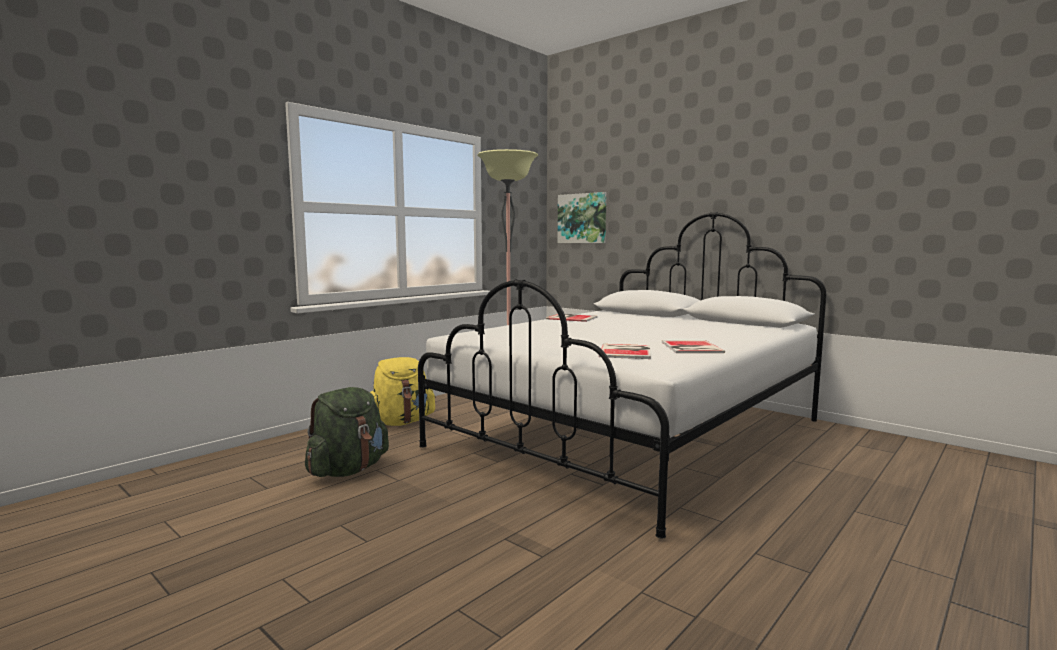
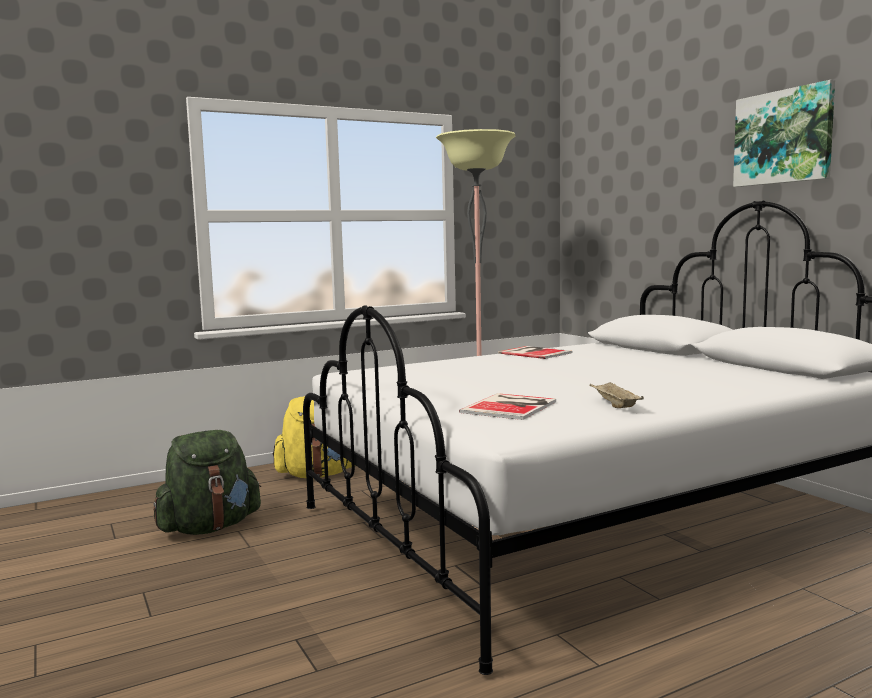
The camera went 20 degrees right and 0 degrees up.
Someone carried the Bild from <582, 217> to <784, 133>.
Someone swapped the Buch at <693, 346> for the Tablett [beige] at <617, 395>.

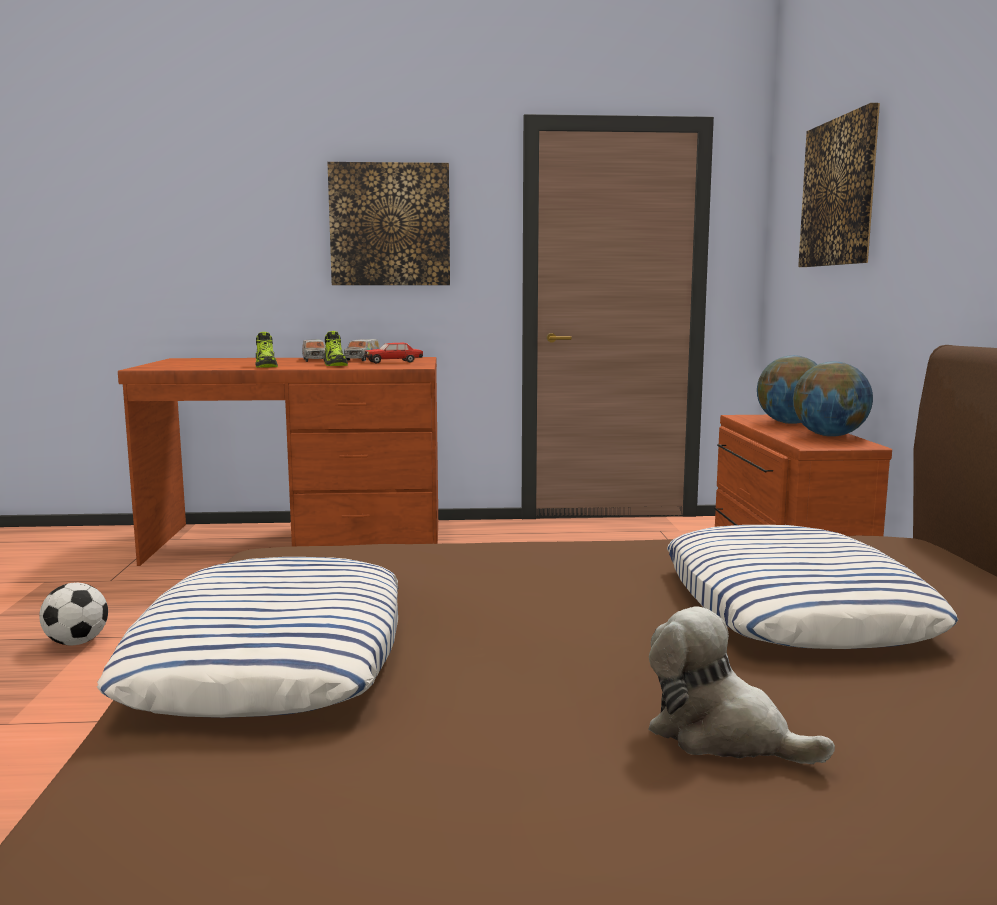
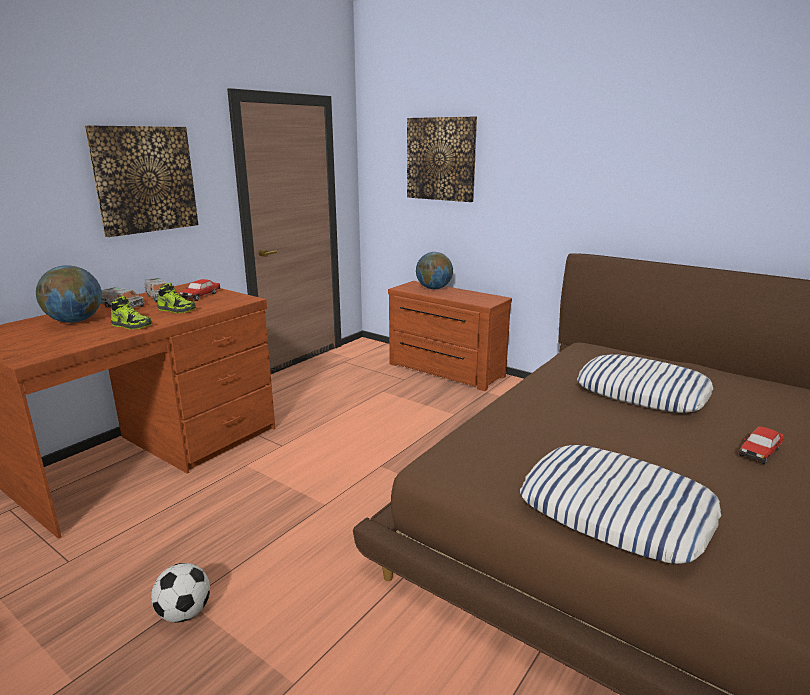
The camera went 50 degrees left and 10 degrees up.
Someone carried the Globus from <833, 399> to <69, 294>.
Someone swapped the Plüschtier at <741, 685> for the Spielzeugauto at <761, 445>.

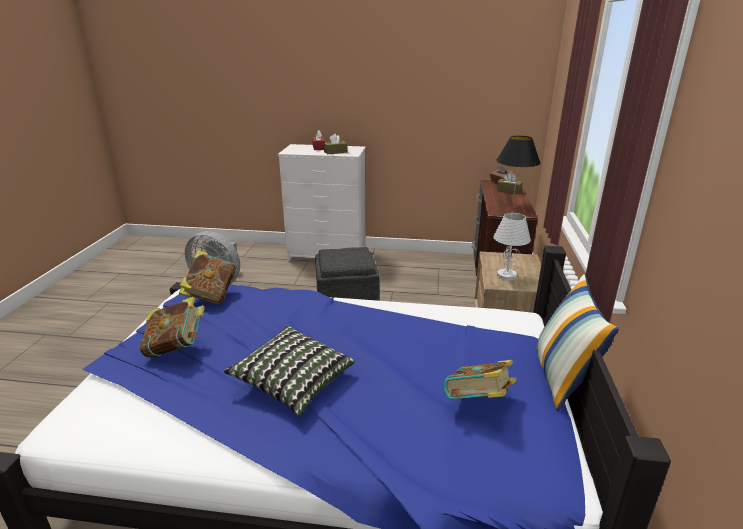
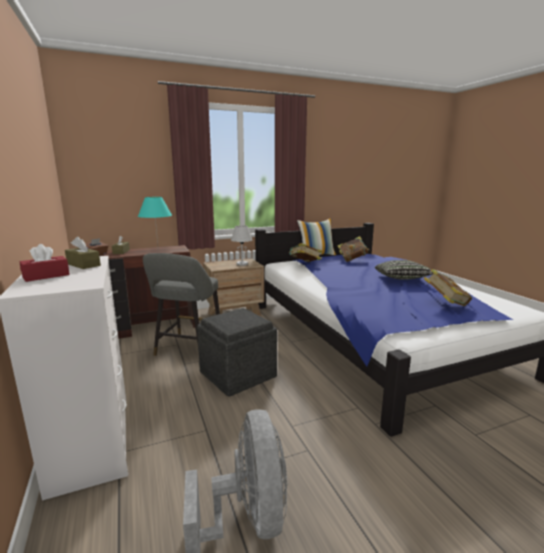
The camera went 120 degrees left and 10 degrees down.
Someone repainted the Tischlampe [schwarz] at <518, 168>, which became the Tischlampe [türkis] at <155, 220>.
Someone carried the Buch from <207, 277> to <305, 252>.
Someone put down the Hocker [grau] at <181, 304>.

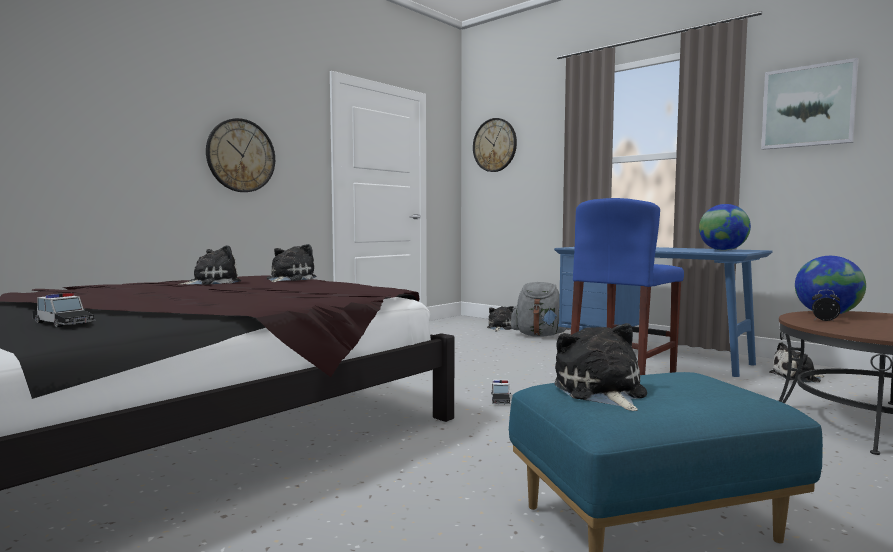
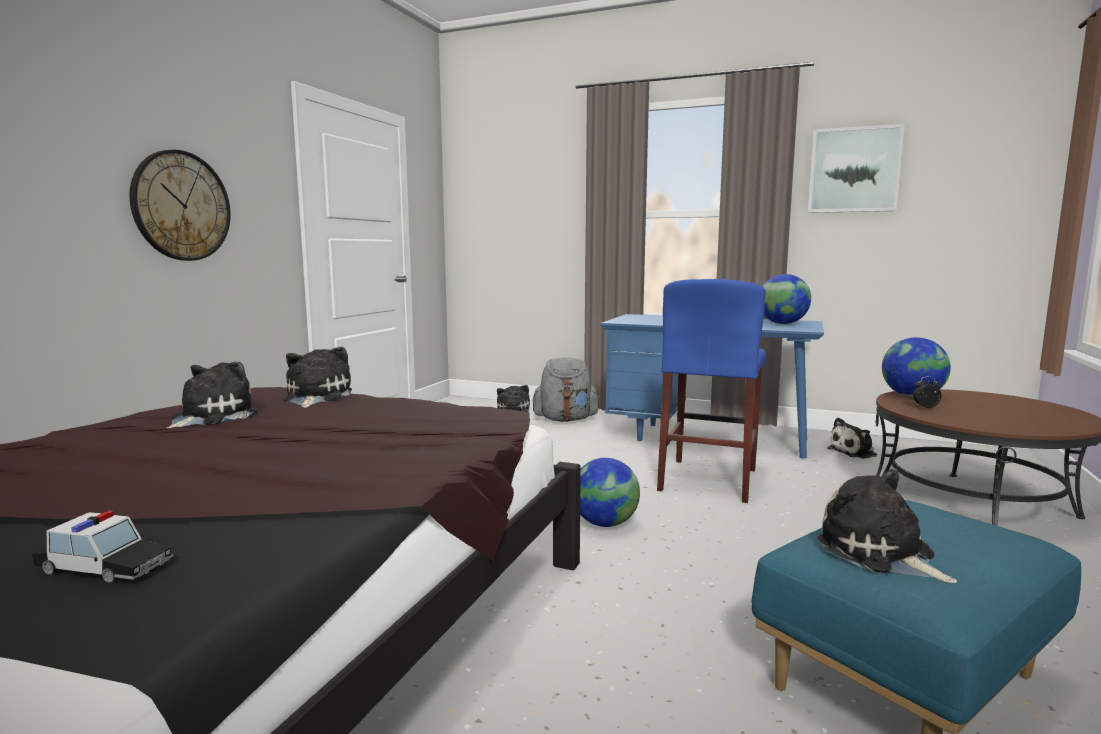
The camera went 20 degrees left and 5 degrees up.
Someone took away the Wanduhr at <495, 145>.
Someone swapped the Spielzeugauto at <501, 392> for the Globus at <610, 492>.

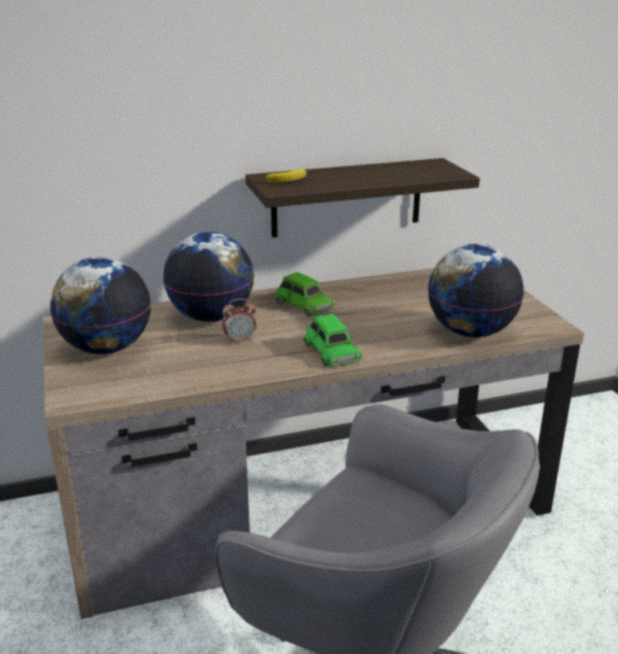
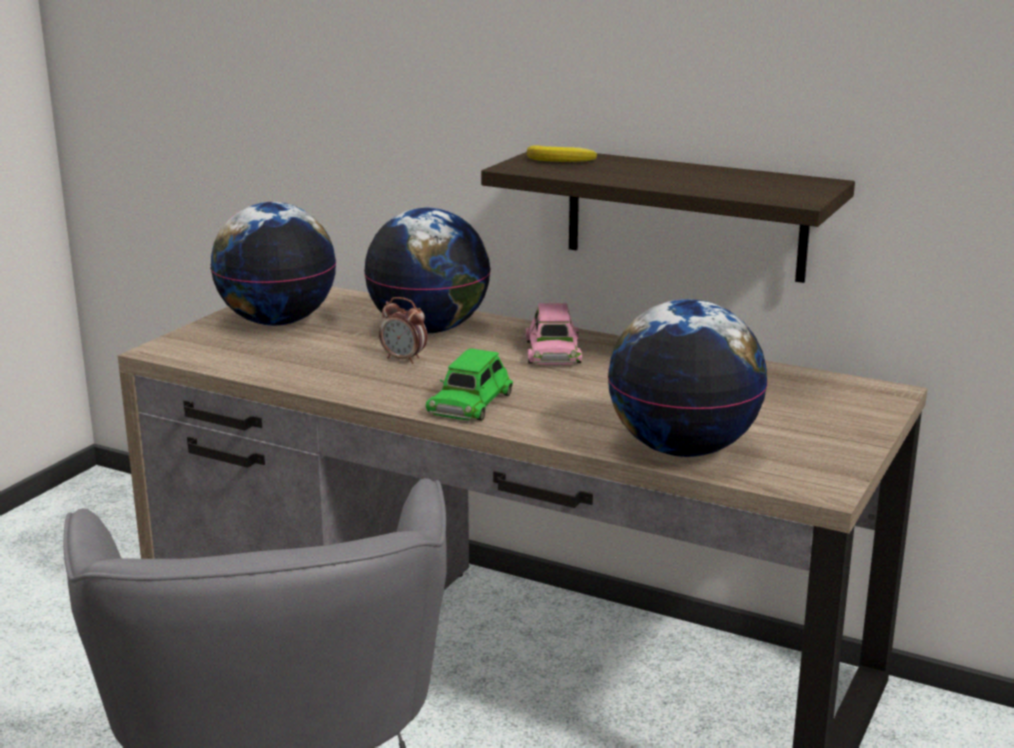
The camera went 45 degrees right and 5 degrees down.
Someone repainted the Spielzeugauto [grün] at <305, 294>, which became the Spielzeugauto [rosa] at <553, 334>.

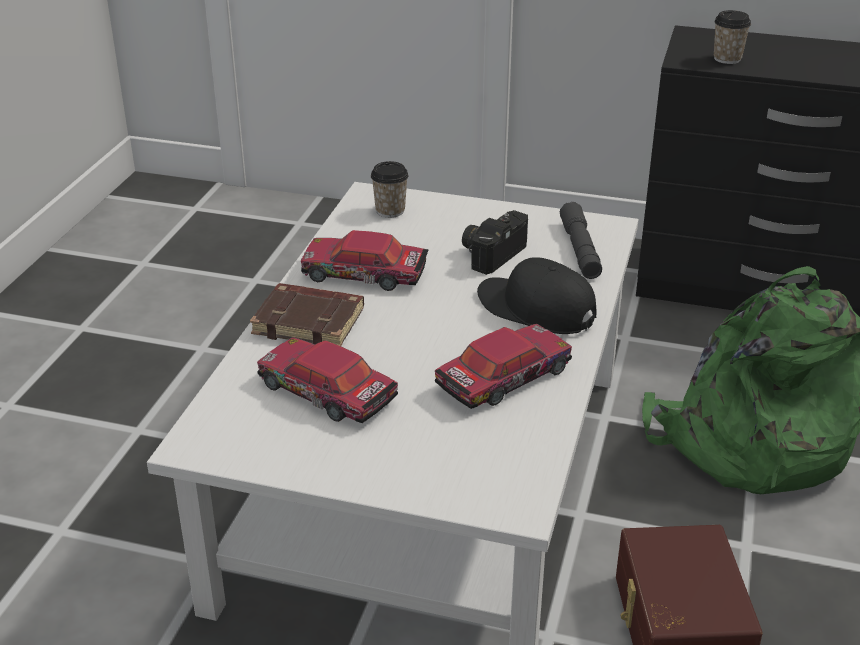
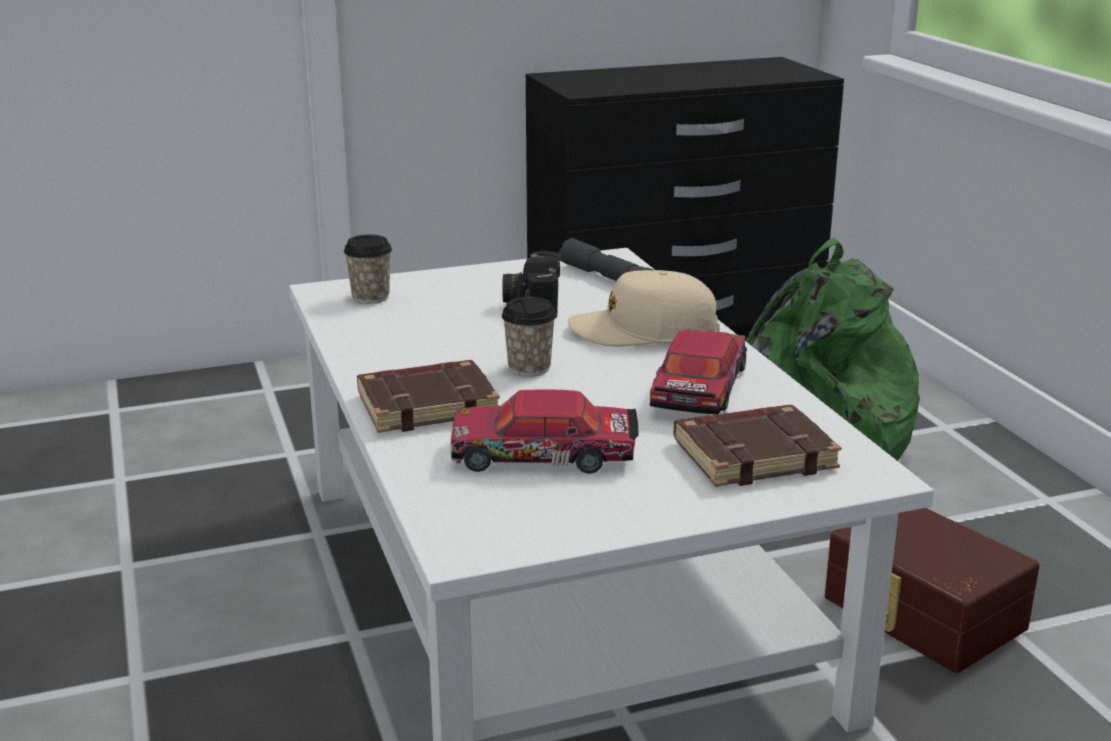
The camera went 35 degrees left and 10 degrees down.
Someone carried the Tasse from <732, 37> to <529, 337>.
Someone took away the Spielzeugauto at <365, 260>.
Someone repainted the Kappe [schwarz] at <537, 295>, which became the Kappe [beige] at <643, 308>.
Someone put down the Buch [braun] at <758, 446>.

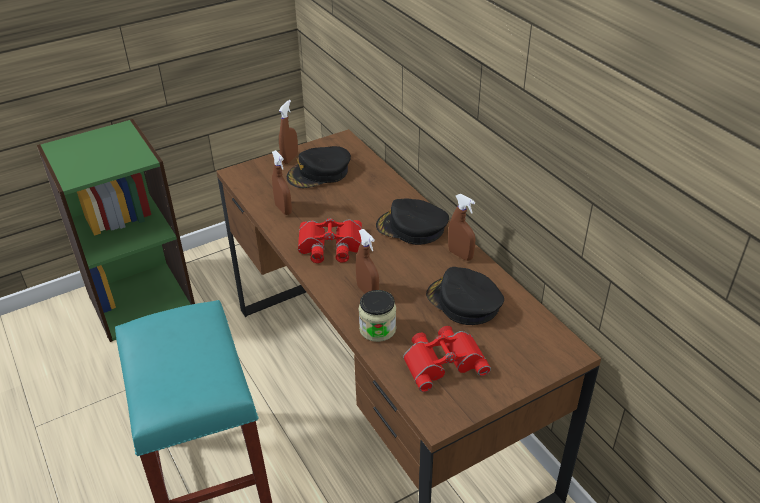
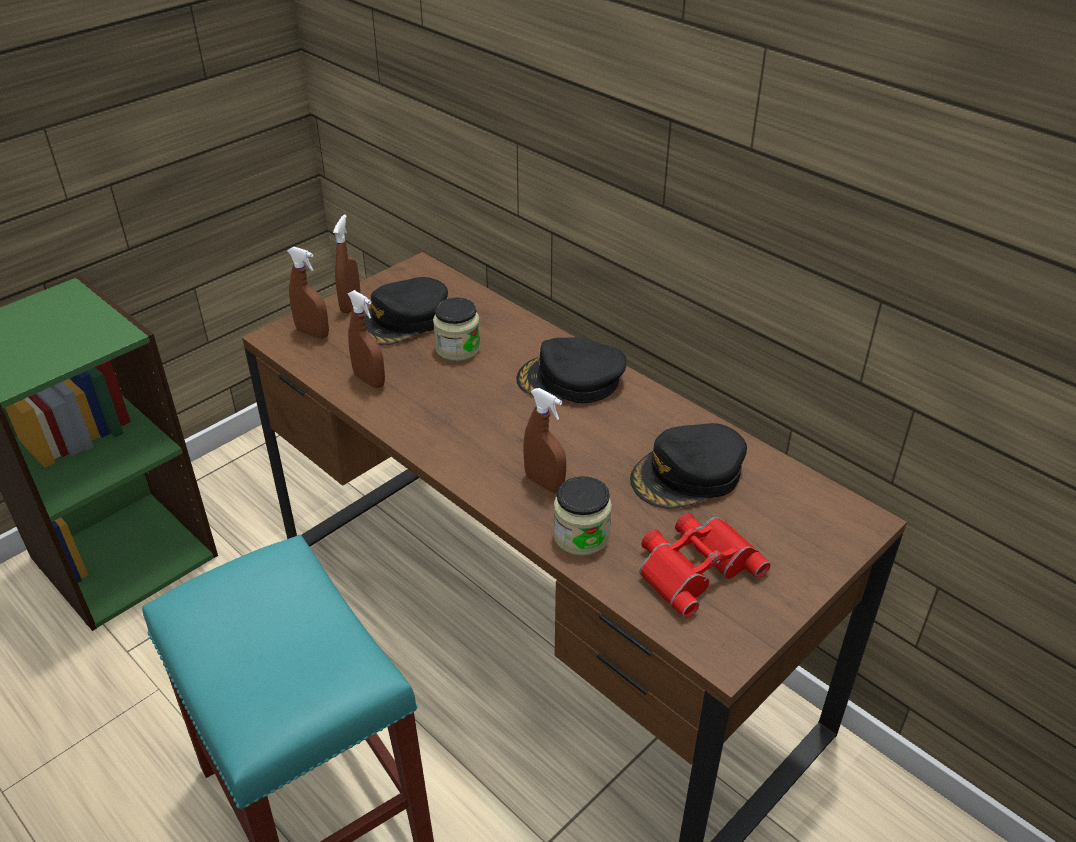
The camera went 15 degrees left and 0 degrees up.
Someone carried the Sprühflasche [braun] from <461, 227> to <308, 292>.
Someone took away the Fernglas [rot] at <330, 240>.
Someone rotated the Kappe [schwarz] at <465, 296> by 60 degrees counterclockwise.
Someone put down the Vorratsglas at <457, 329>.

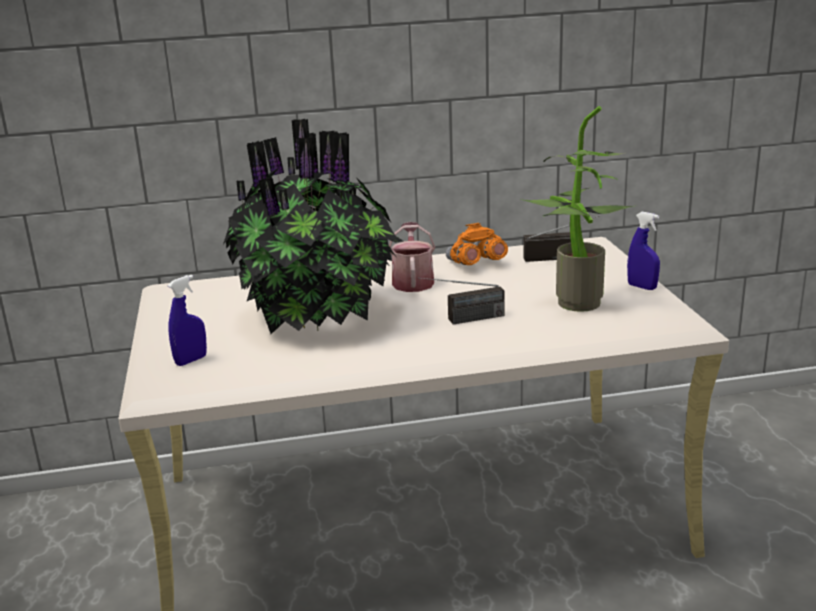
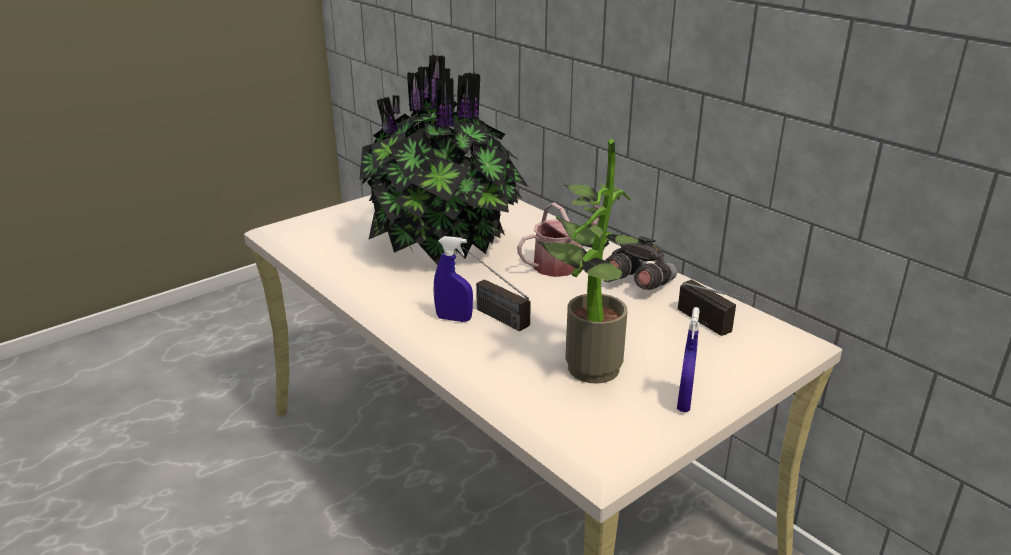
The camera went 60 degrees right and 5 degrees up.
Someone repainted the Fernglas [orange] at <477, 244>, which became the Fernglas [grau] at <641, 263>.
Someone carried the Sprühflasche [blau] from <187, 320> to <453, 279>.

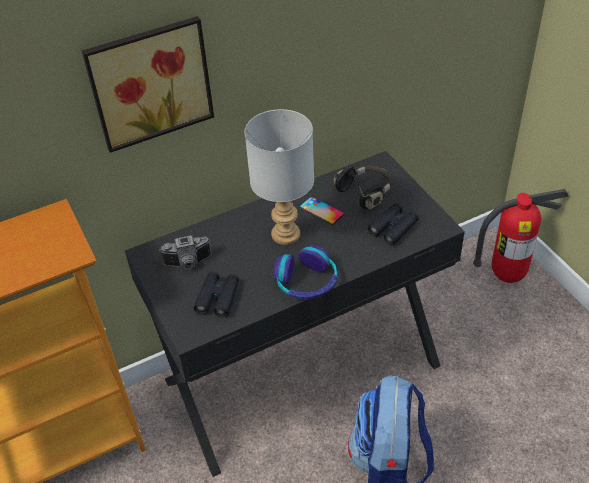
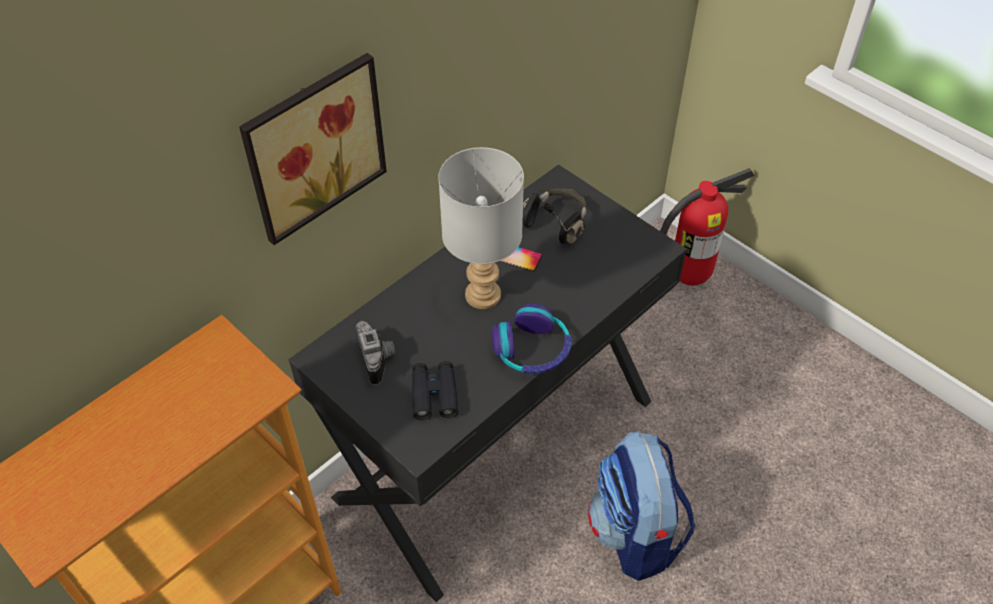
The camera went 20 degrees left and 5 degrees up.
Someone took away the Fernglas [schwarz] at <393, 224>.
Someone rotated the Kamera at <185, 252> by 75 degrees counterclockwise.

